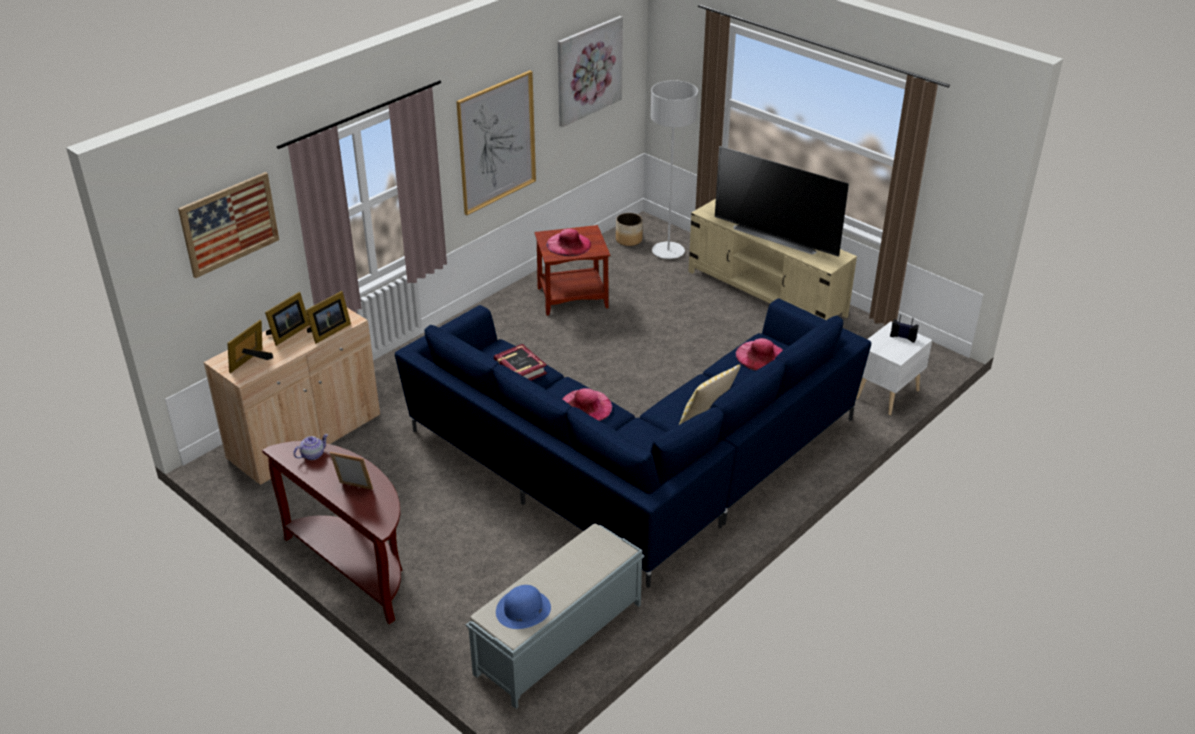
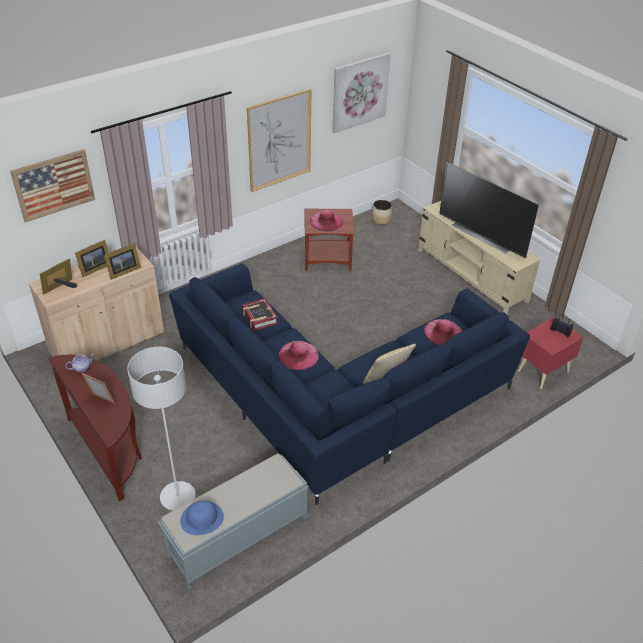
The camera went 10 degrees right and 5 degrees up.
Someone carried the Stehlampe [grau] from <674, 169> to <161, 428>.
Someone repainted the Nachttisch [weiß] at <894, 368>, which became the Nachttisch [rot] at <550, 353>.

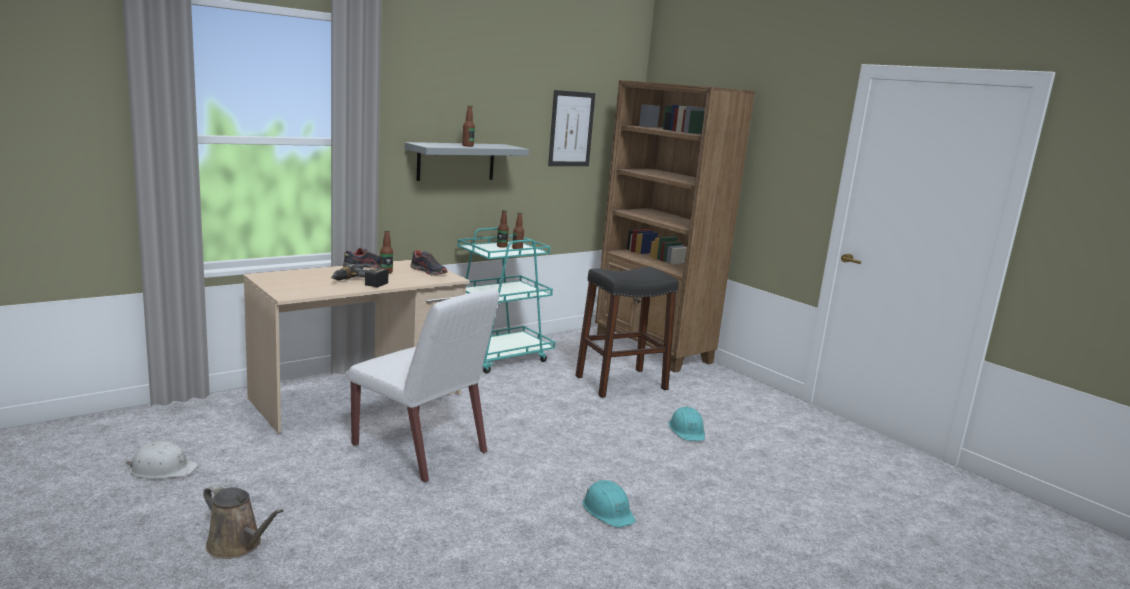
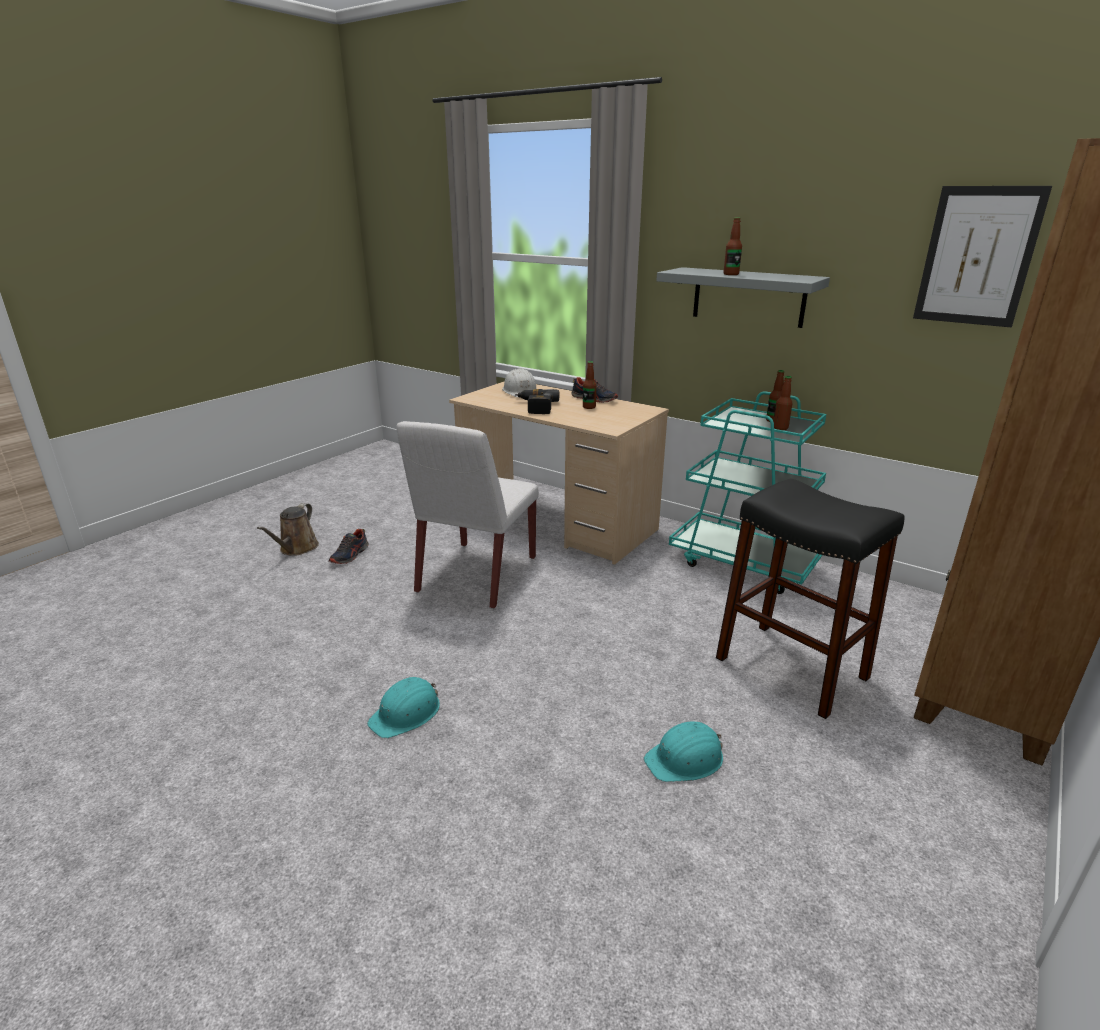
The camera went 75 degrees right and 10 degrees up.
Someone carried the Schuh from <429, 262> to <349, 546>.
Someone carried the Schutzhelm [weiß] from <162, 459> to <519, 383>.

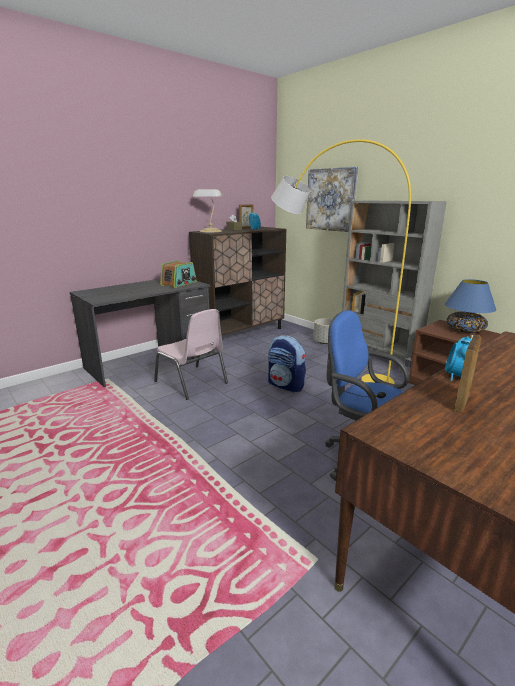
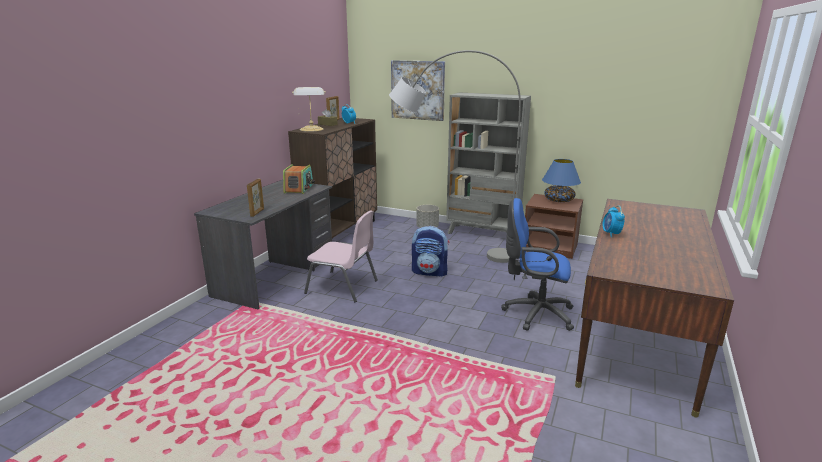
The camera went 25 degrees left and 0 degrees up.
Someone repainted the Stehlampe [gelb] at <341, 261>, which became the Stehlampe [grau] at <455, 156>.
Someone carried the Bilderrahmen from <467, 374> to <255, 198>.

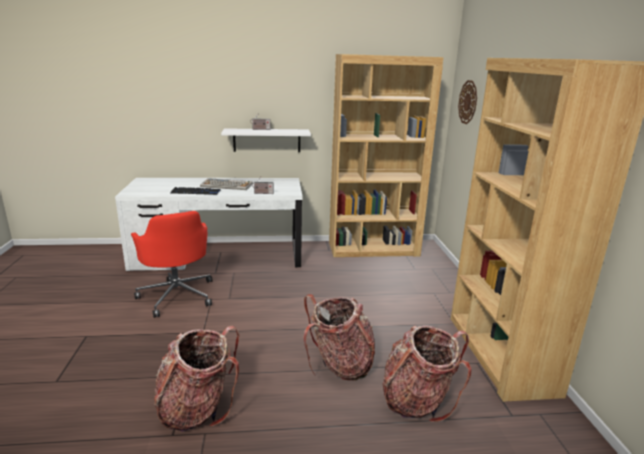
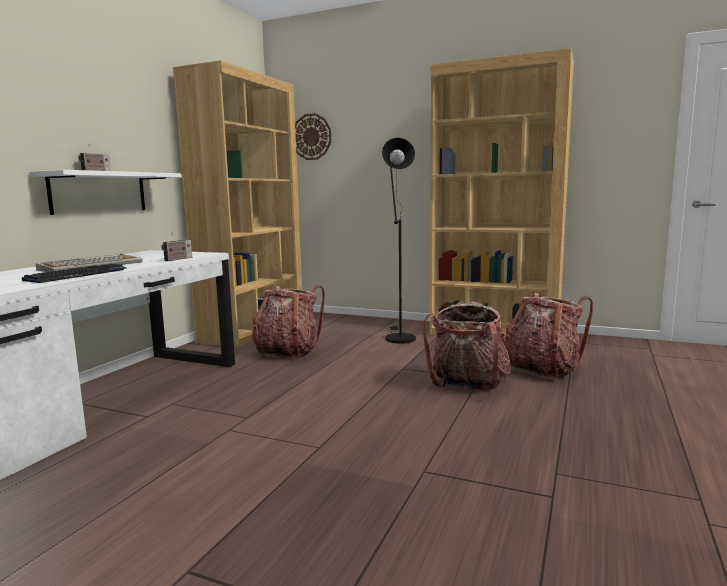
The camera went 60 degrees left and 10 degrees down.
Someone took away the Bürostuhl [rot] at <172, 264>.
Someone carried the Rucksack from <196, 379> to <288, 322>.
Someone put down the Stehlampe [schwarz] at <399, 240>.

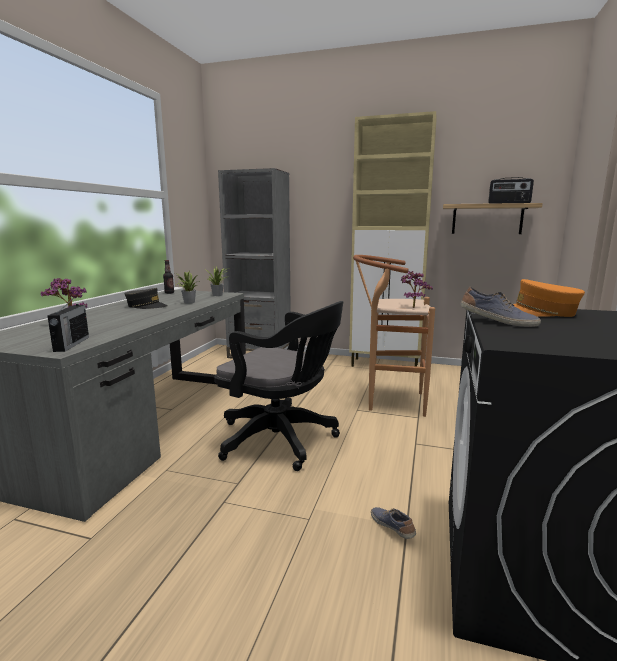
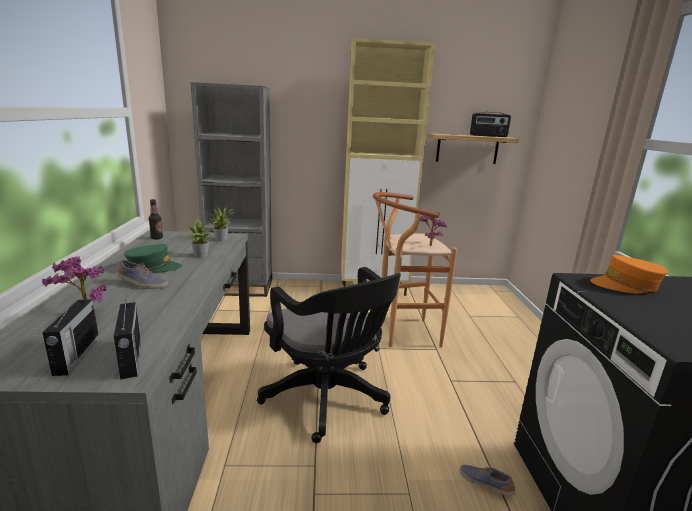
The camera went 20 degrees left and 5 degrees up.
Someone carried the Schuh from <500, 306> to <142, 274>.
Someone repainted the Kappe [grau] at <146, 298>, which became the Kappe [grün] at <153, 258>.
Someone rotated the Bürostuhl [schwarz] at <279, 386> by 45 degrees clockwise.
Someone put down the Radio at <70, 334>.

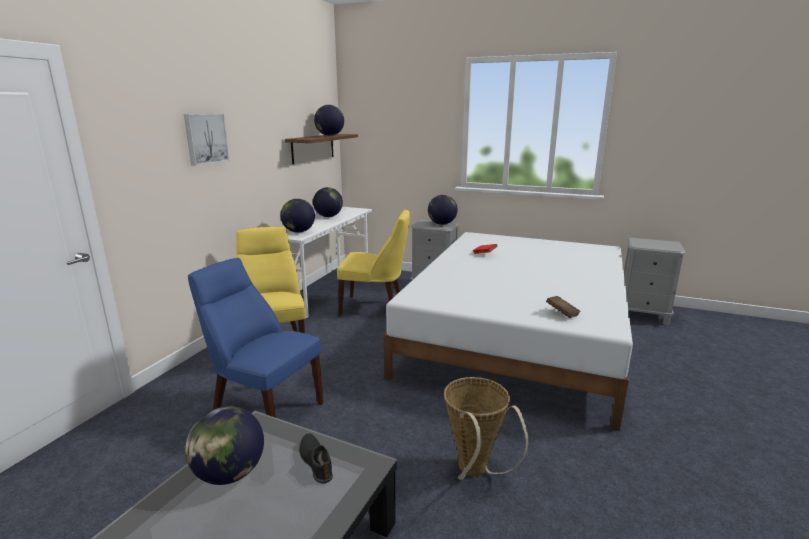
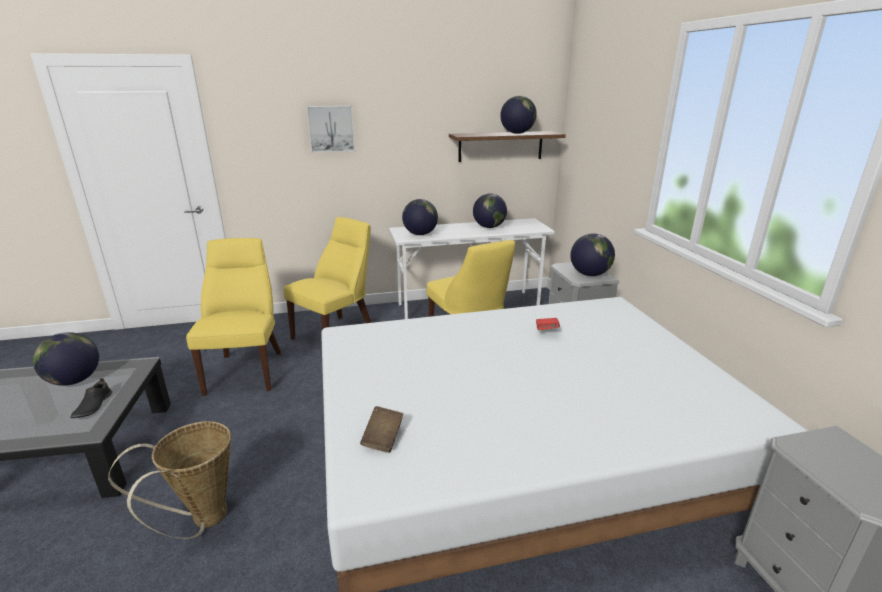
The camera went 55 degrees right and 5 degrees up.
Someone repainted the Stuhl [blau] at <256, 338>, which became the Stuhl [gelb] at <233, 317>.
Someone rotated the Schuh [schwarz] at <316, 458> by 150 degrees clockwise.

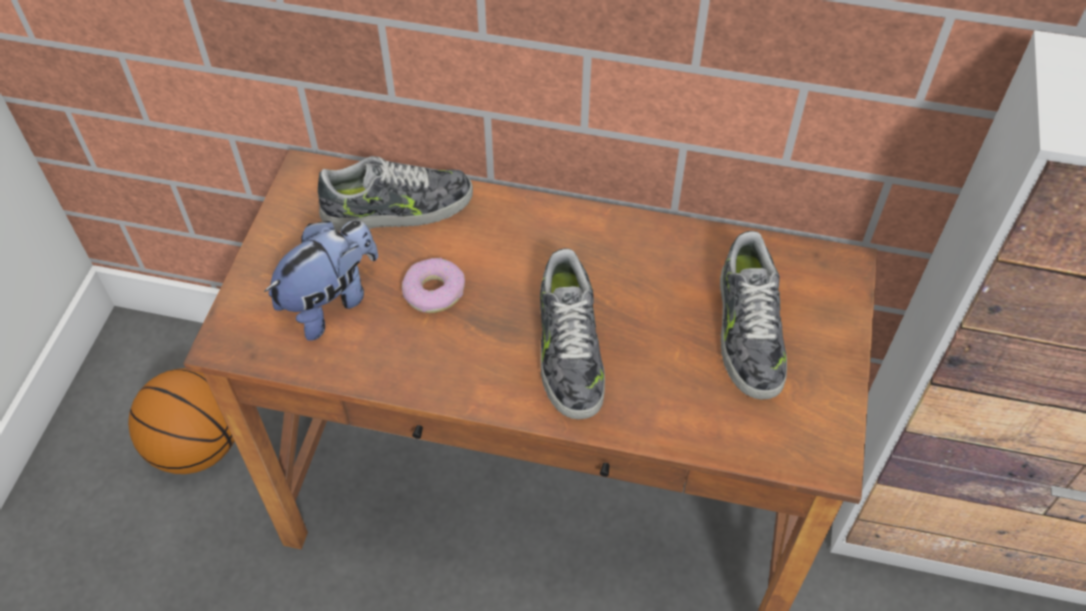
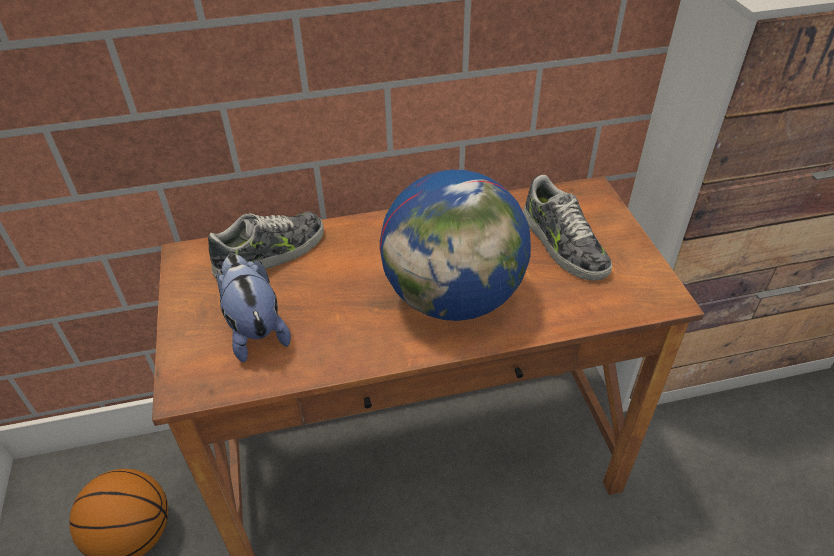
The camera went 25 degrees left and 10 degrees down.
Someone rotated the Plüschtier at <321, 280> by 45 degrees counterclockwise.
Someone swapped the Schuh at <572, 334> for the Globus at <455, 245>.
Someone took away the Donut at <433, 285>.

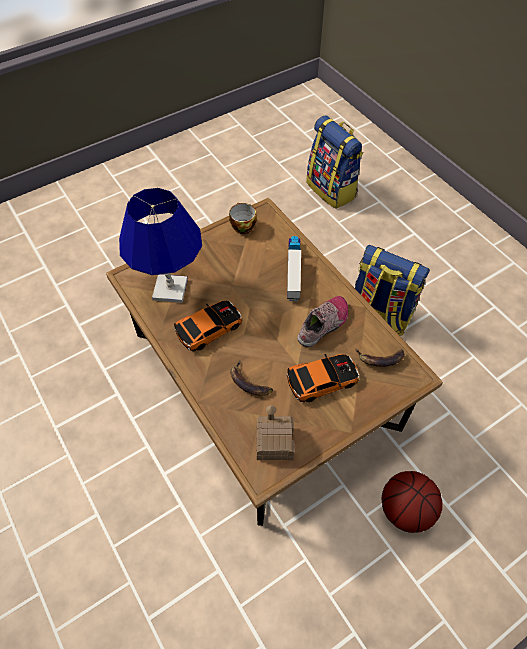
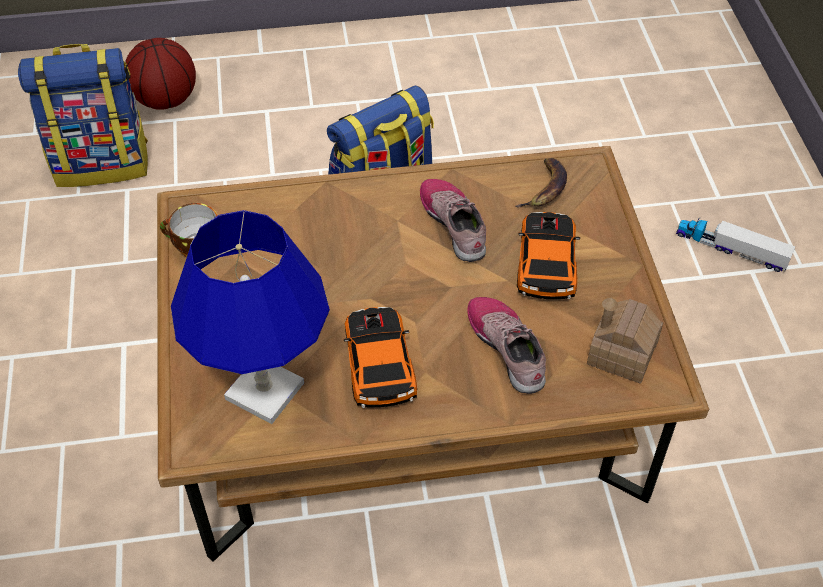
The camera went 65 degrees left and 5 degrees down.
Someone carried the Spielzeuglaster from <294, 268> to <735, 245>.
Someone swapped the Banane at <251, 378> for the Schuh at <506, 345>.
Someone carried the Basketball from <412, 502> to <160, 74>.

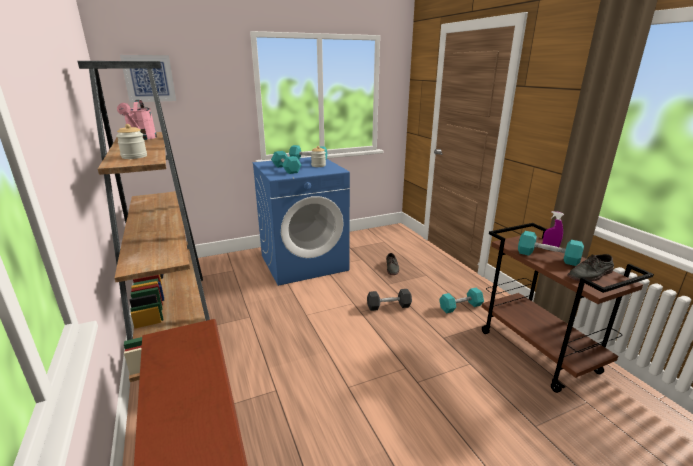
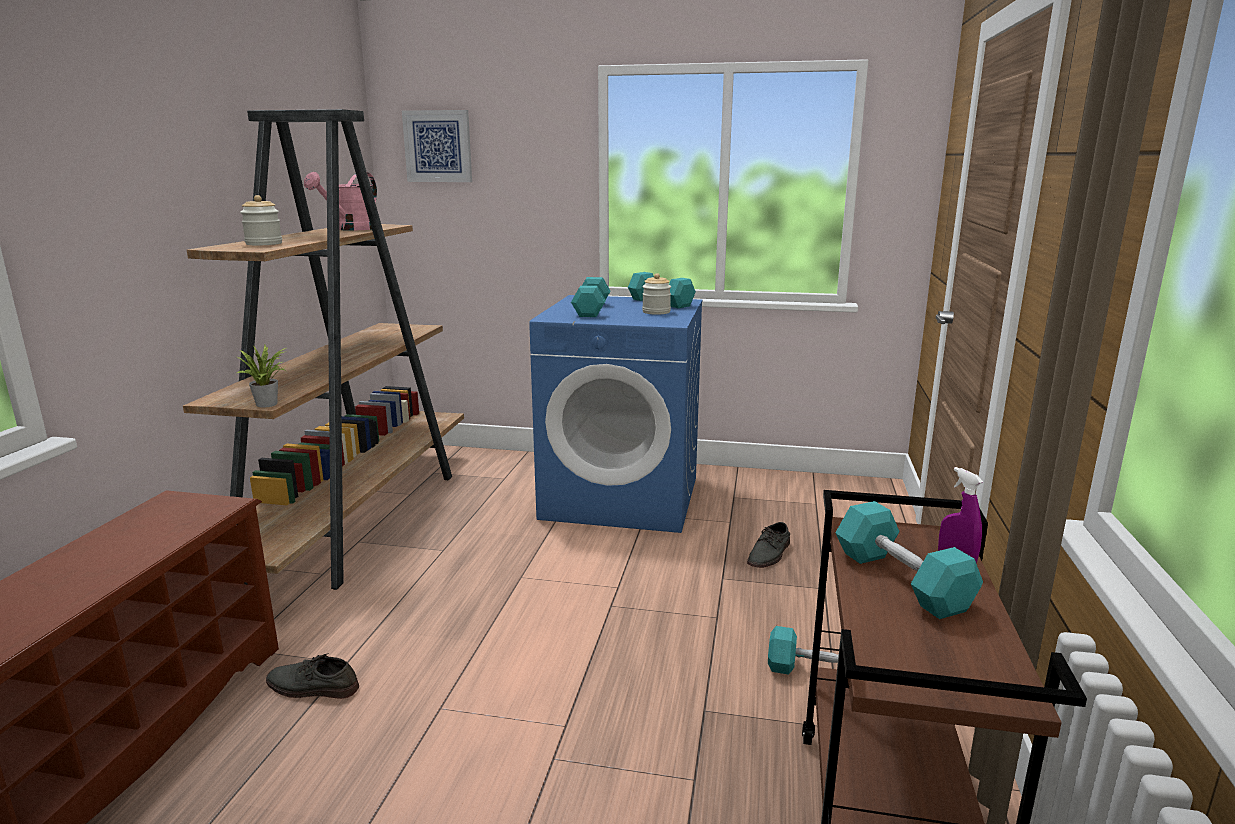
The camera went 35 degrees right and 5 degrees down.
Someone carried the Schuh [grau] from <590, 268> to <312, 676>.
Someone took away the Hantel [grau] at <389, 300>.
Someone put down the Topfpflanze at <261, 376>.

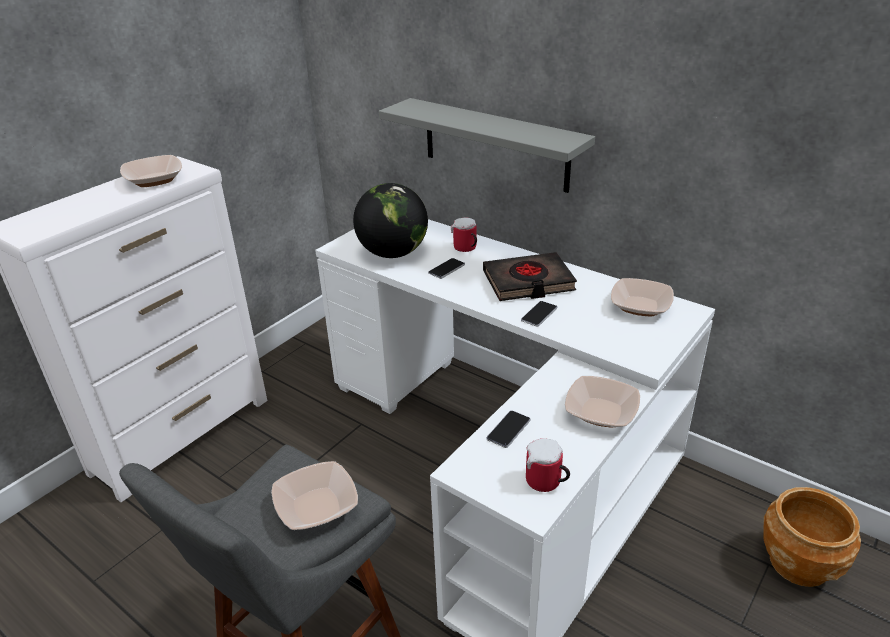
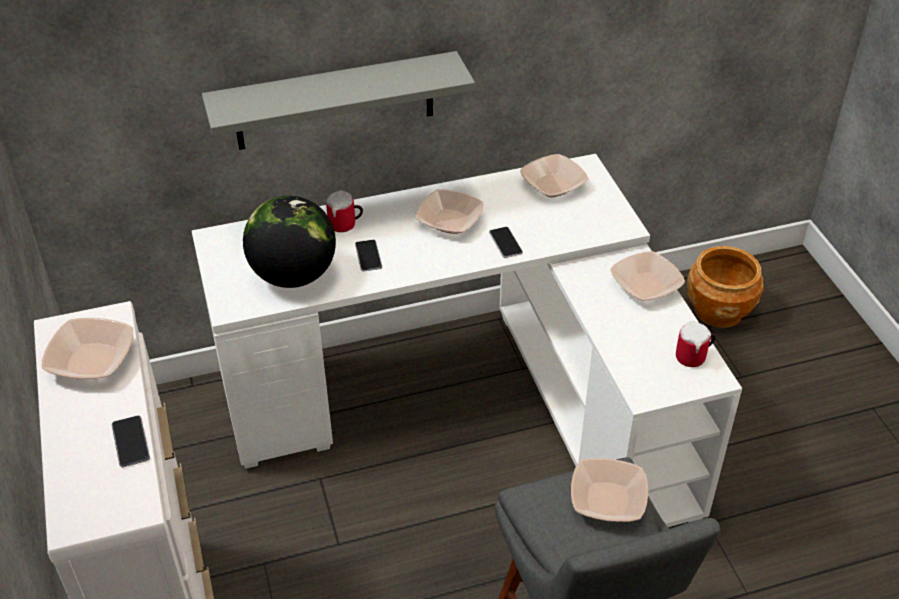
The camera went 55 degrees left and 10 degrees up.
Someone swapped the Buch [schwarz] at <530, 276> for the Schüssel at <449, 211>.
Someone carried the Handy from <508, 429> to <131, 441>.

